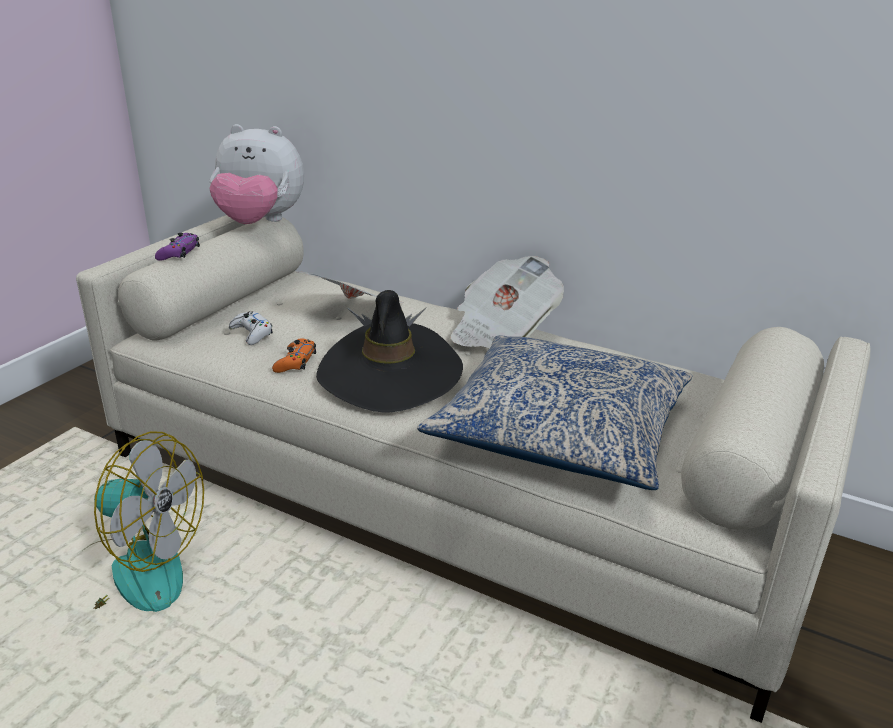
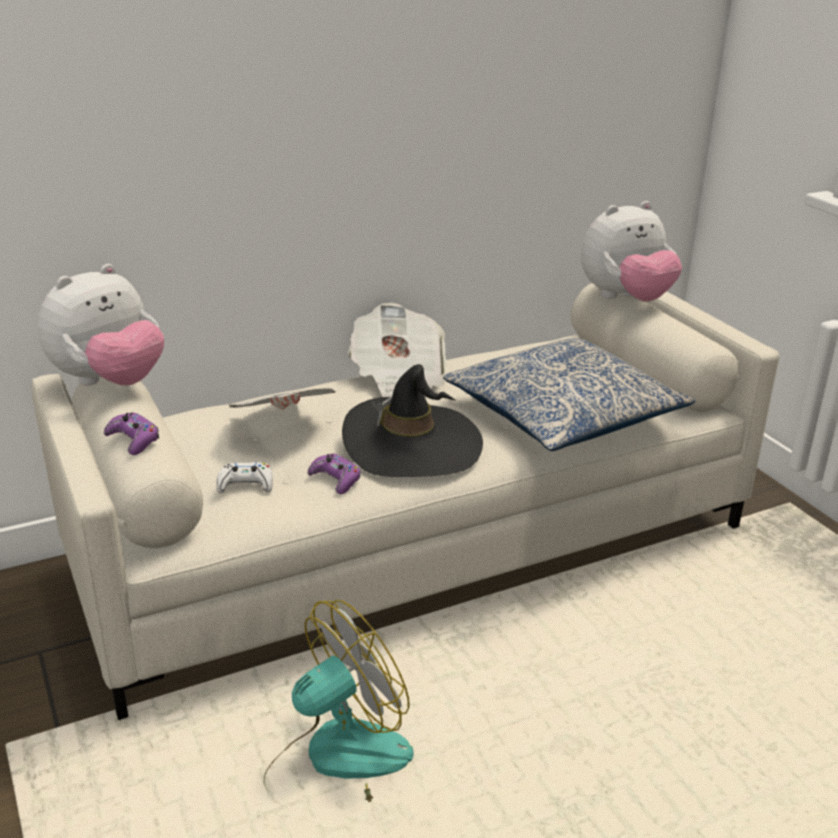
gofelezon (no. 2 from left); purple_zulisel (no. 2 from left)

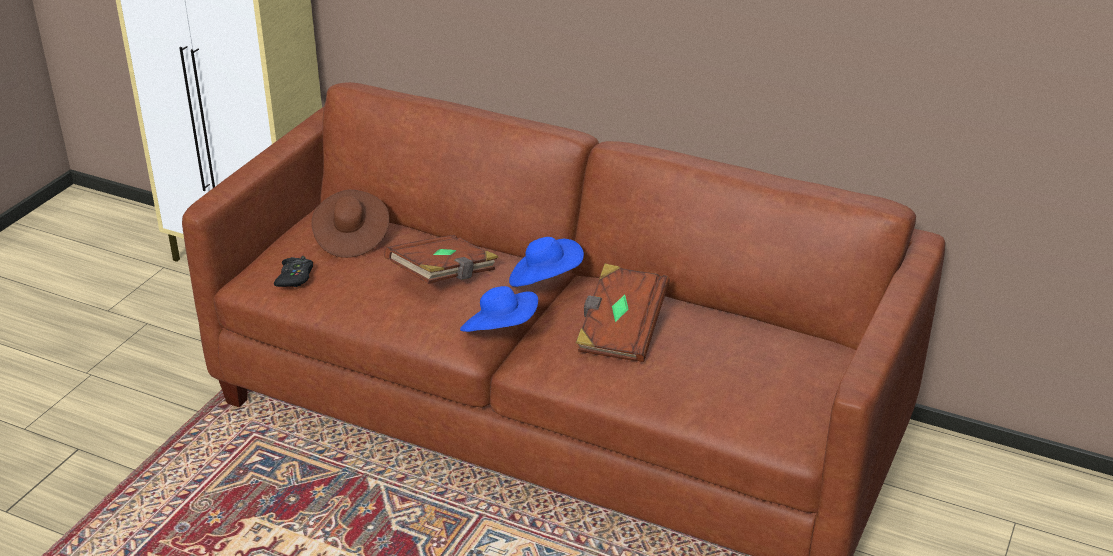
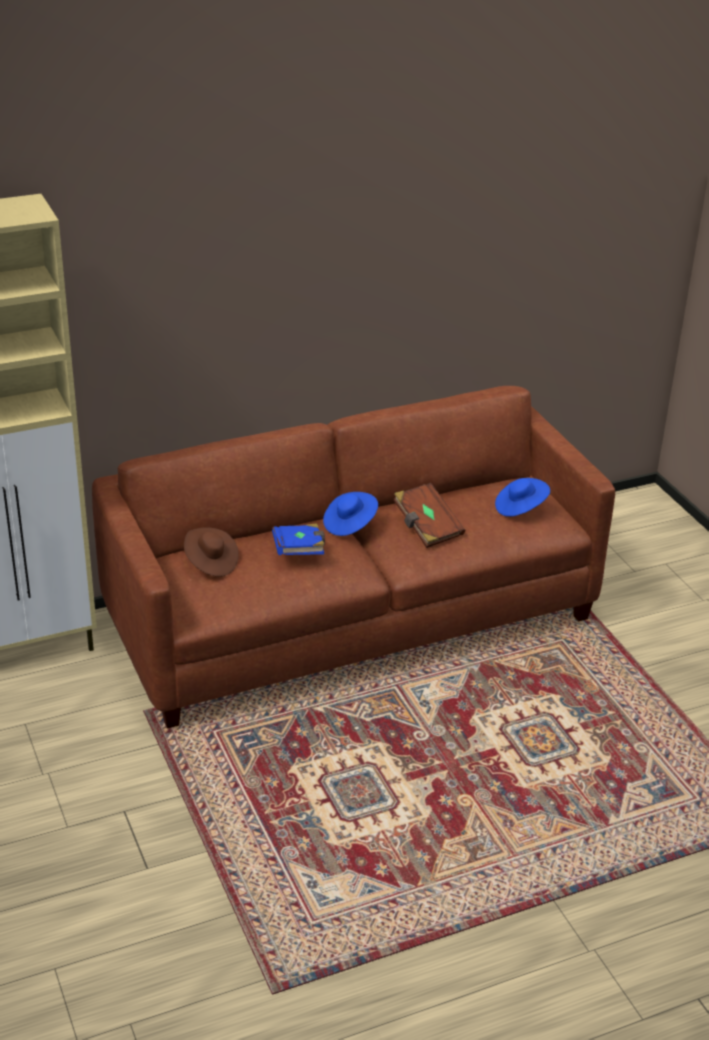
black_zulisel; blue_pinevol (no. 2 from left); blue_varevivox

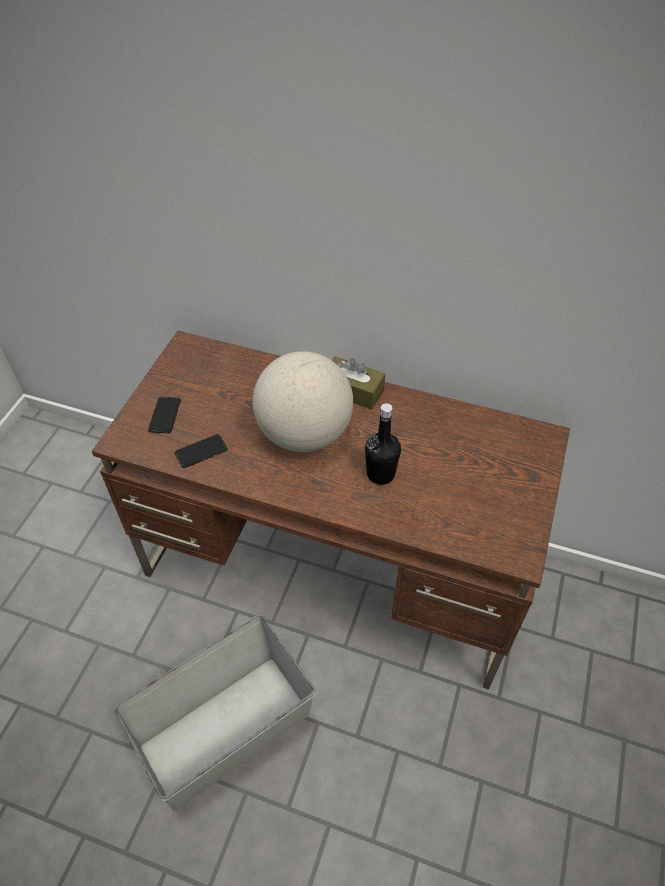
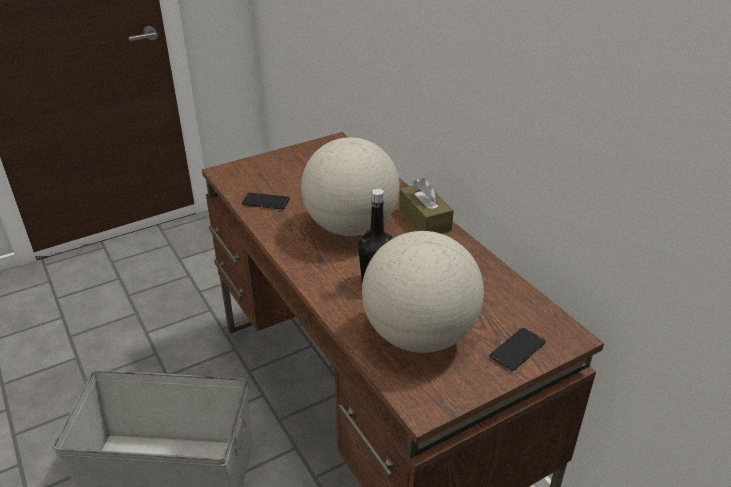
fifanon (no. 2 from left); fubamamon (no. 2 from left)

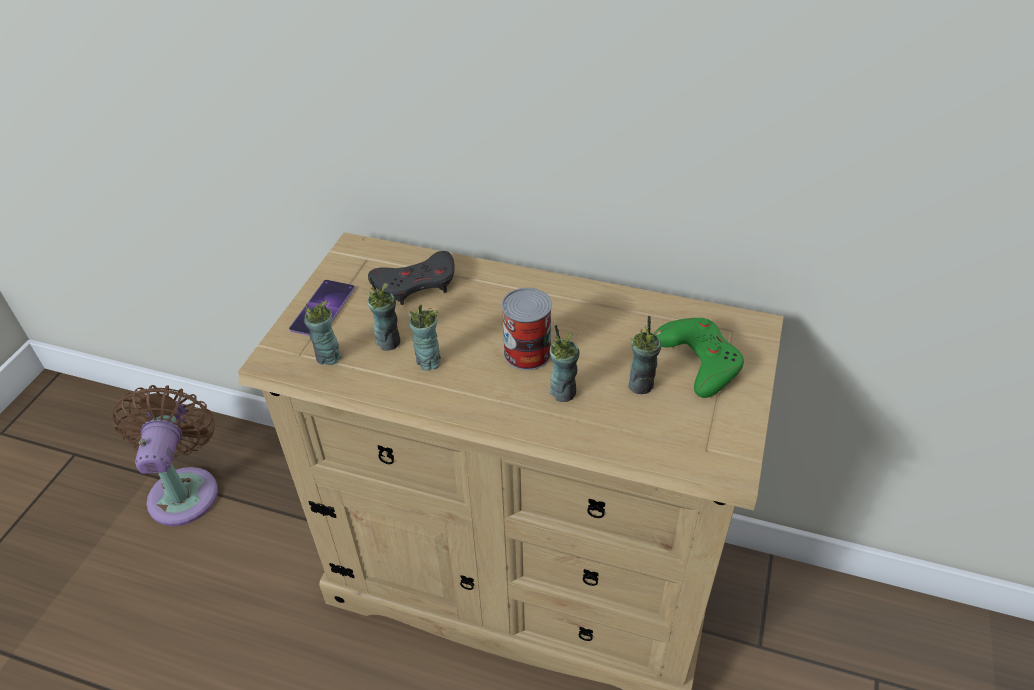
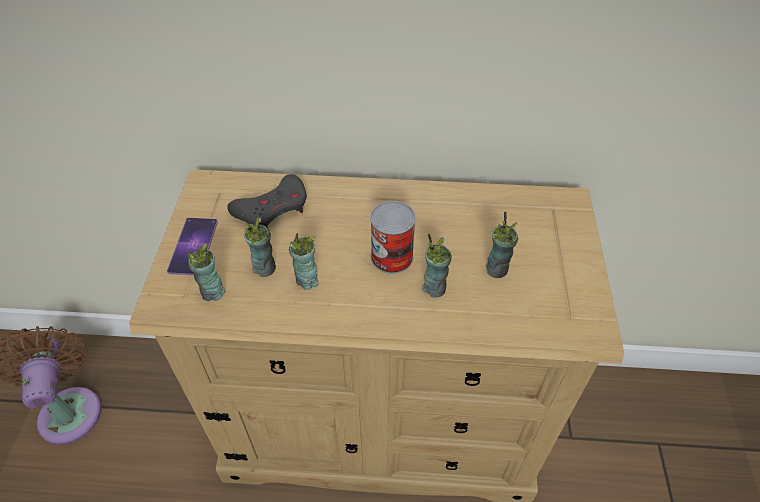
green_zulisel

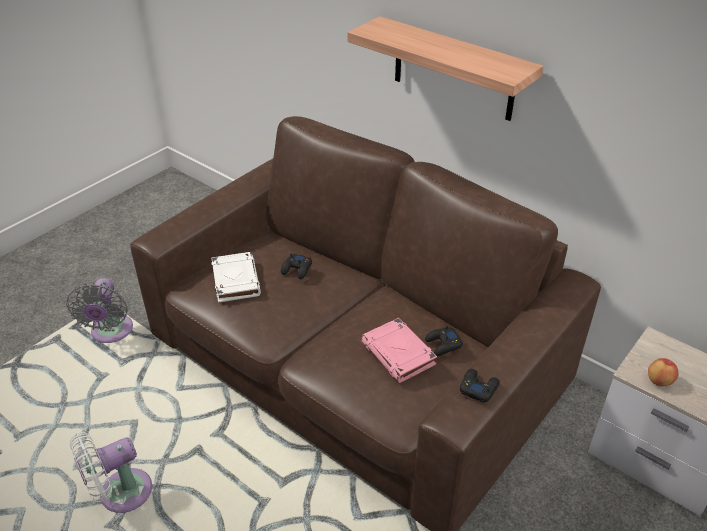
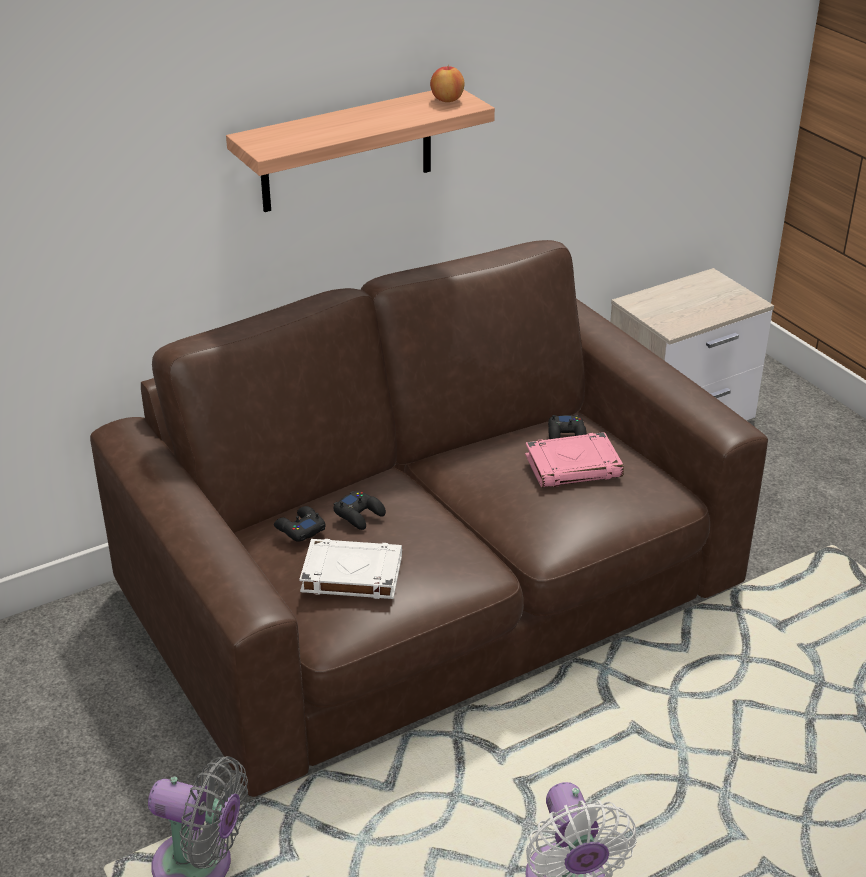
black_zulisel (no. 1 from left); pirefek

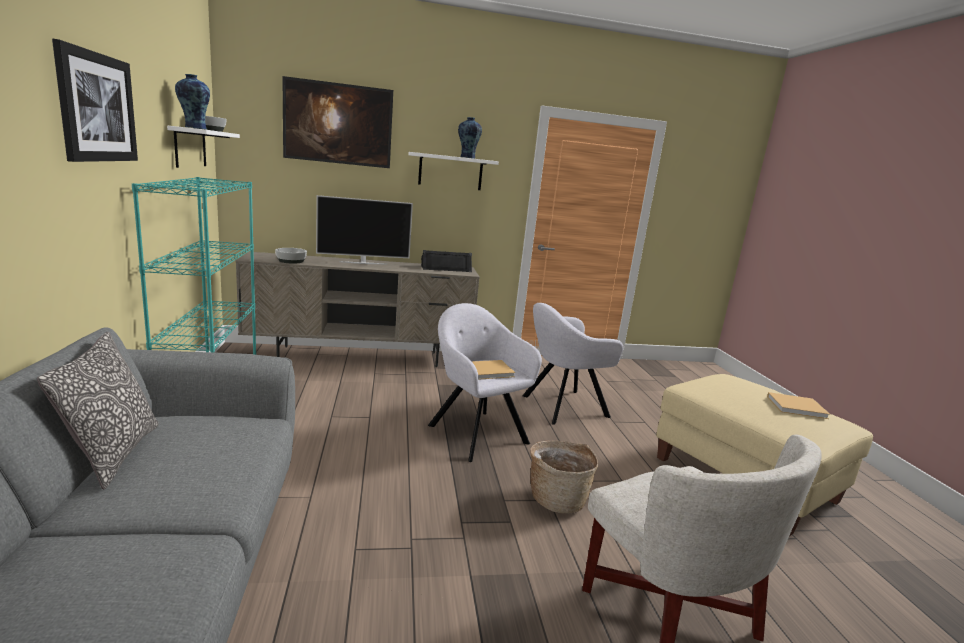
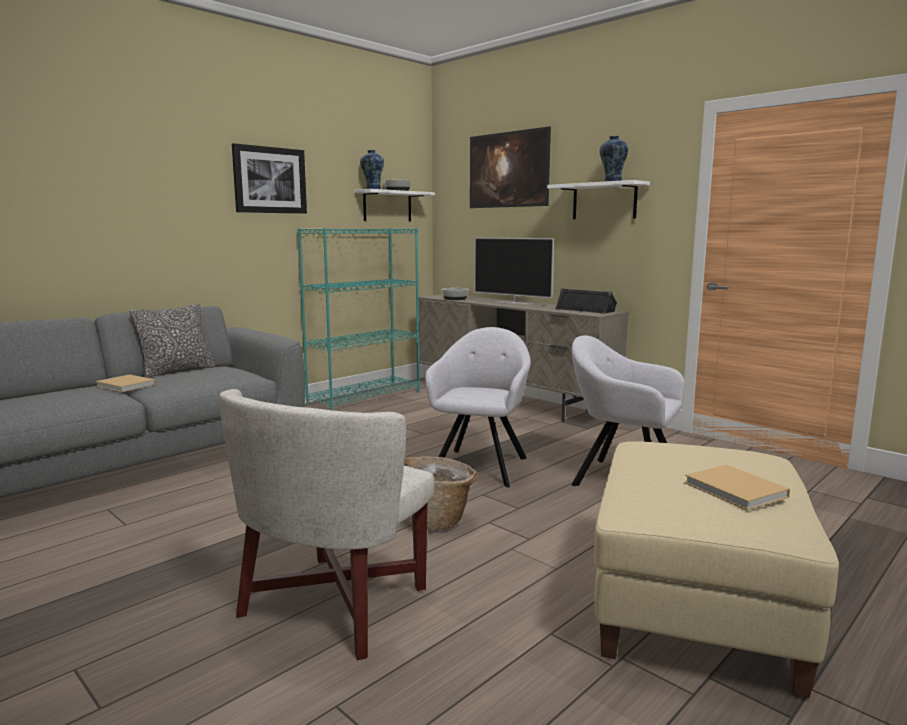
beige_varevivox (no. 1 from left)

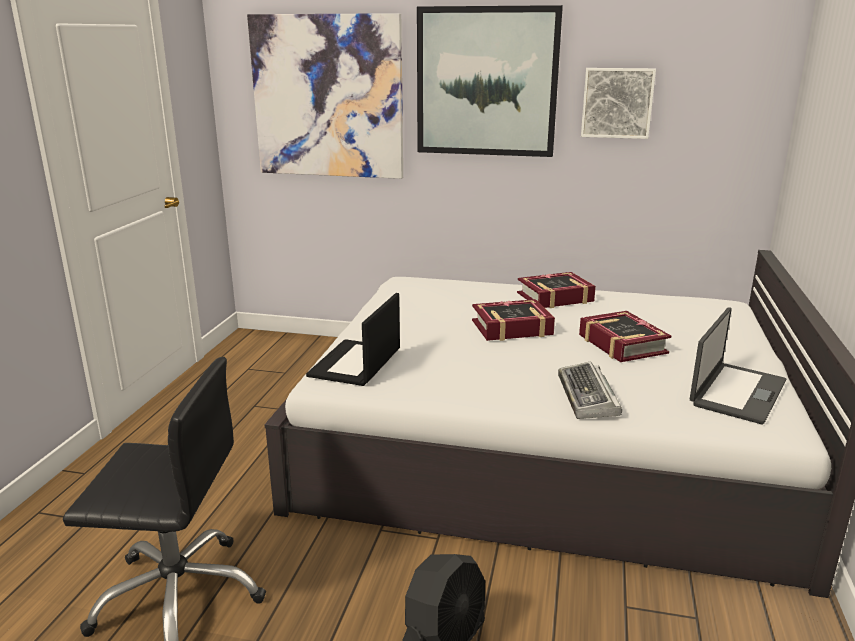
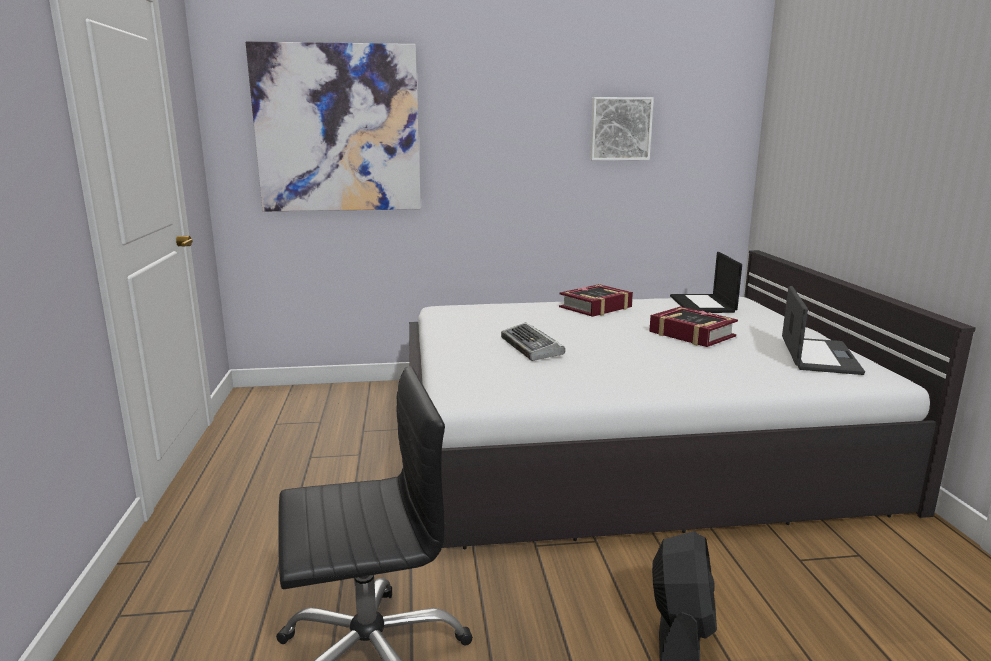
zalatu (no. 2 from left in the first image); varevivox (no. 1 from left in the first image); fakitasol (no. 1 from left); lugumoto

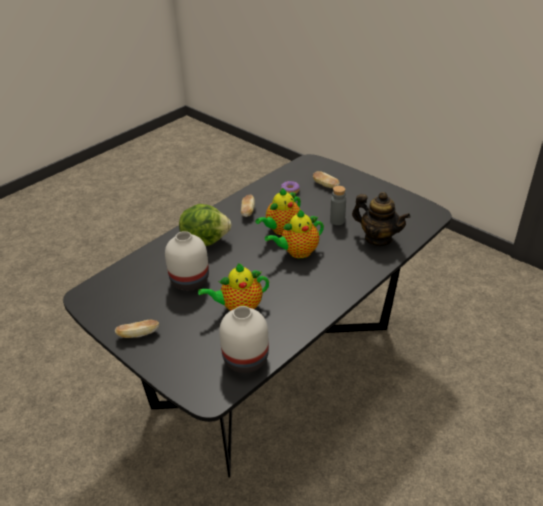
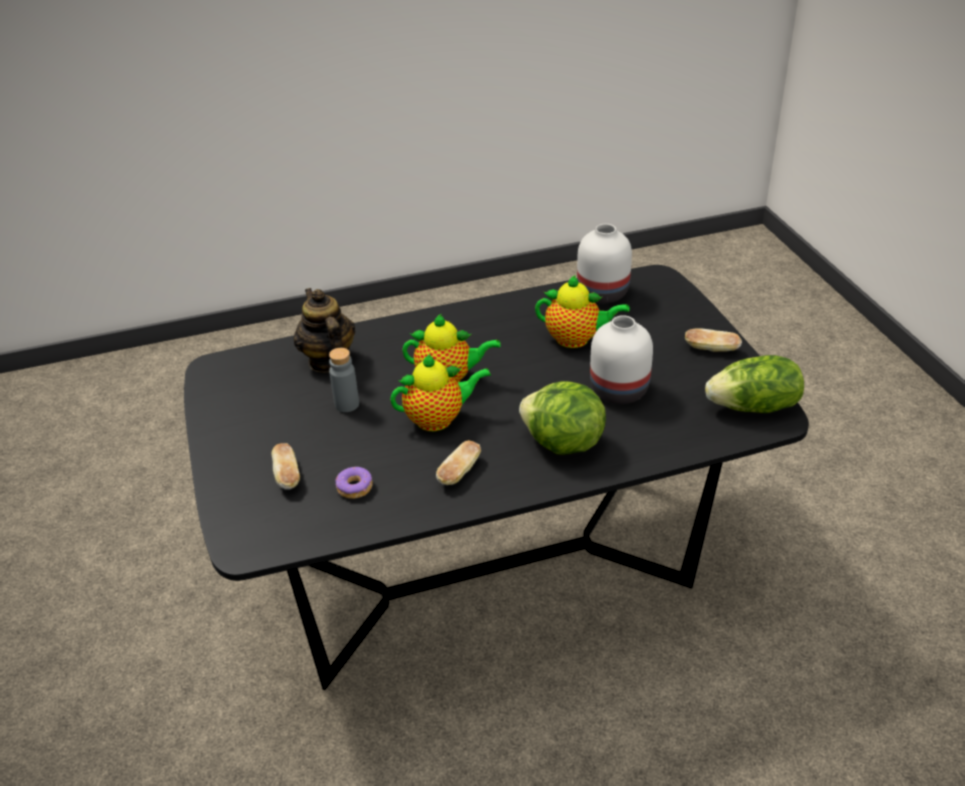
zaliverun (no. 2 from left)

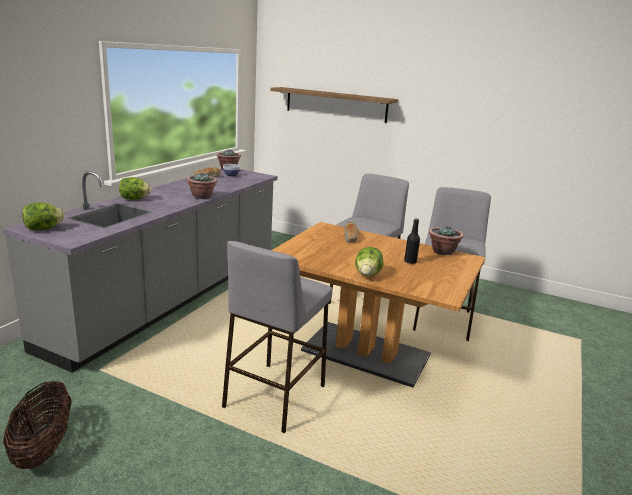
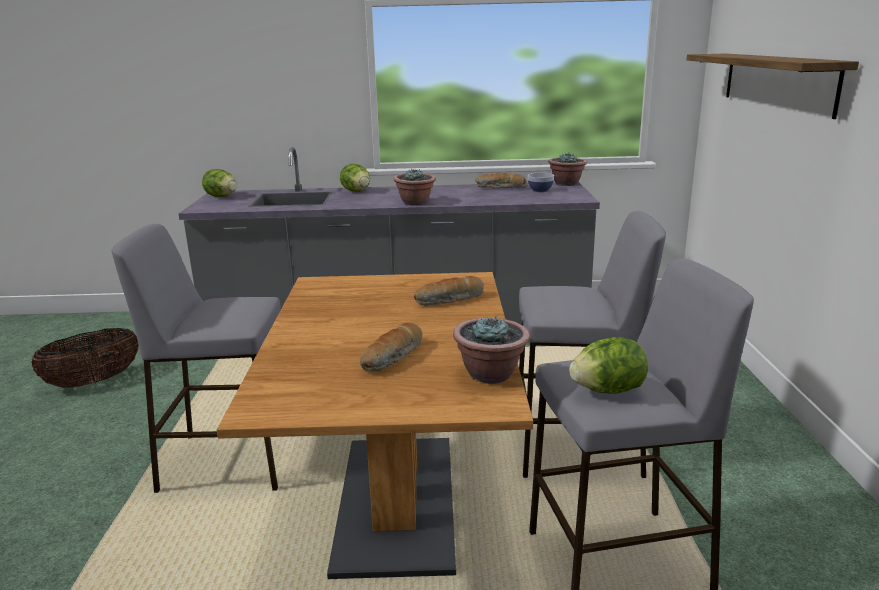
zaliverun (no. 3 from left); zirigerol (no. 1 from left)

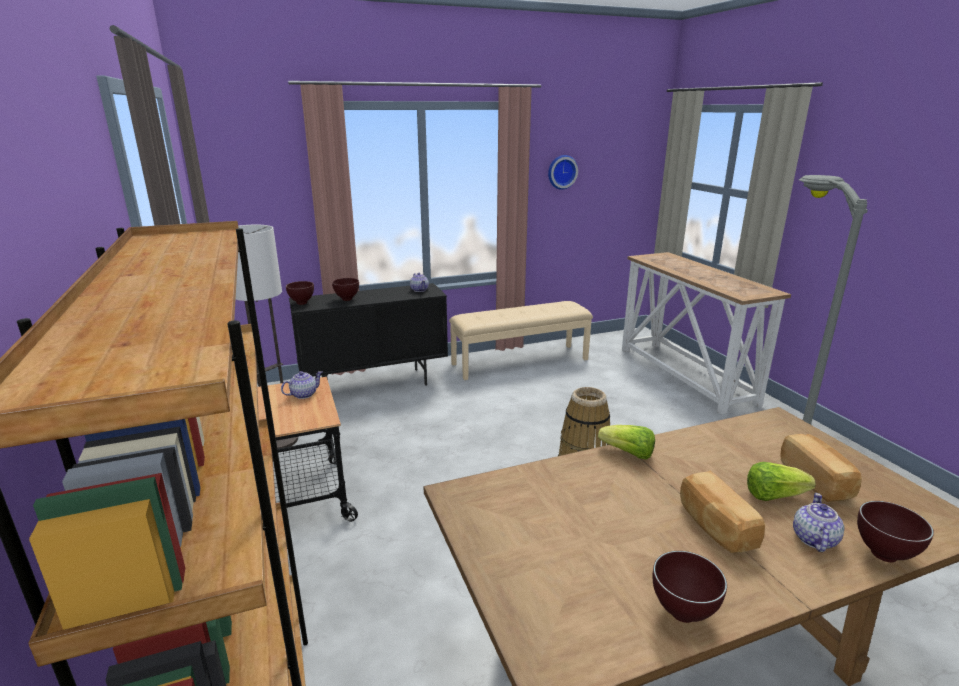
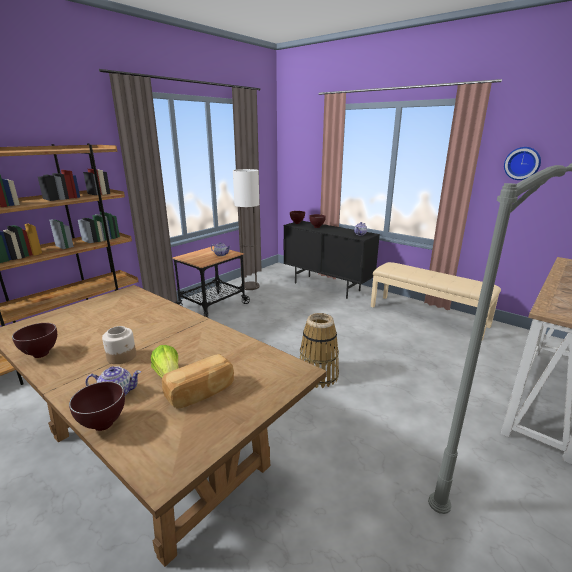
zaliverun (no. 1 from left in the first image); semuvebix

